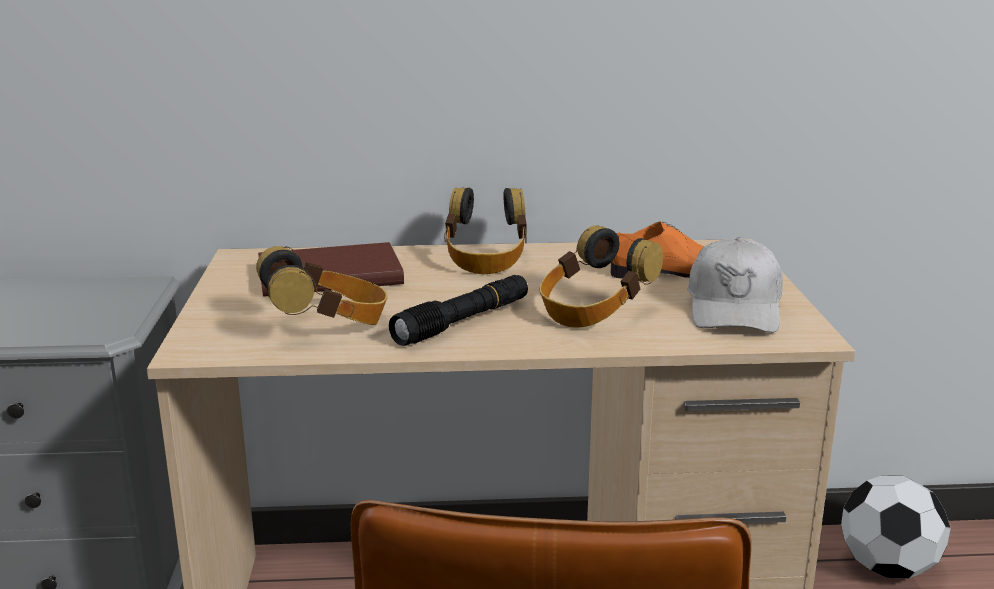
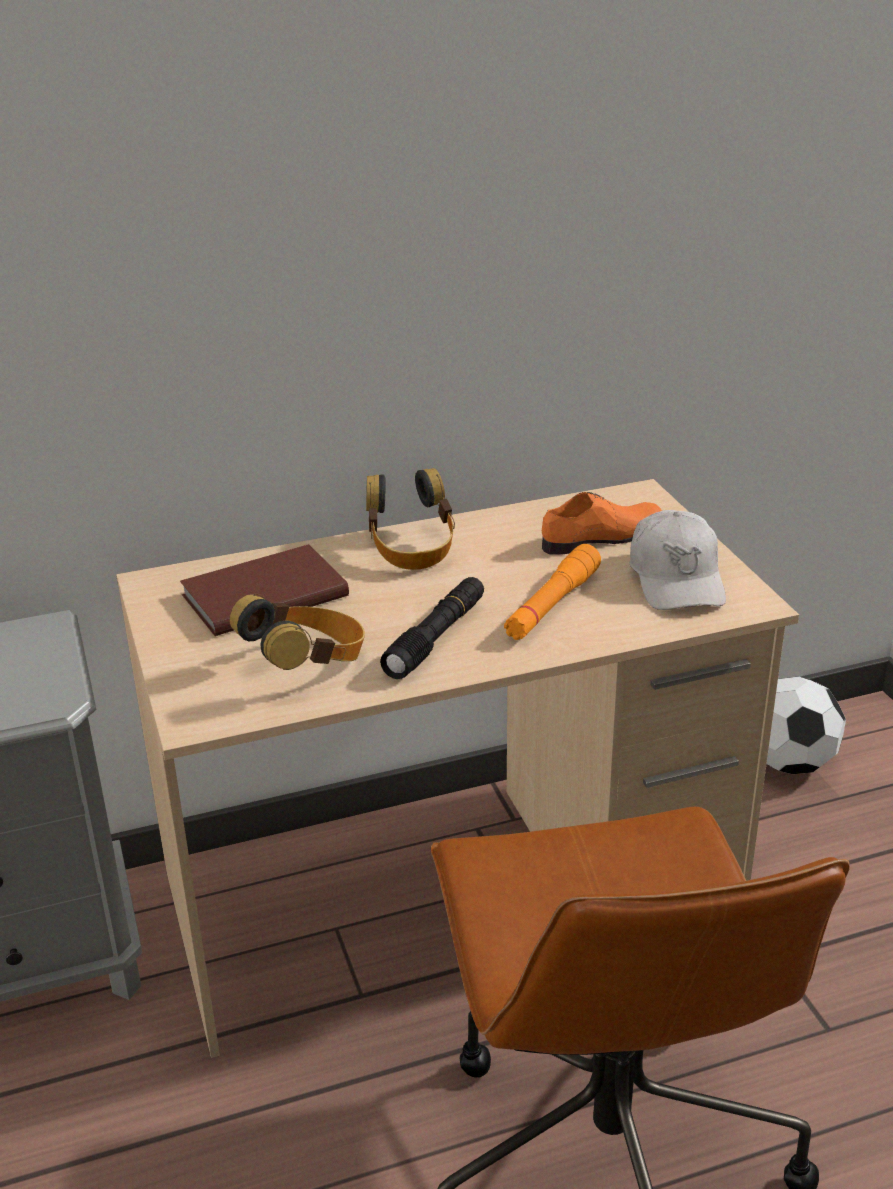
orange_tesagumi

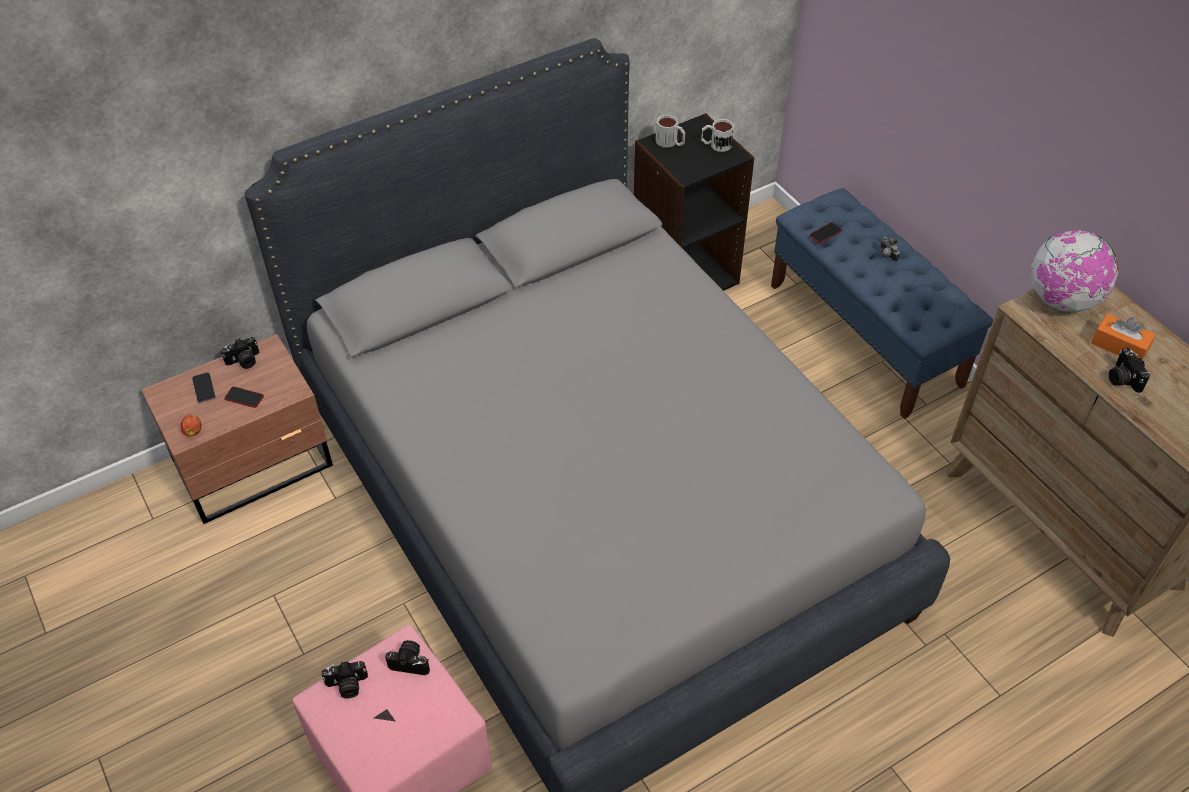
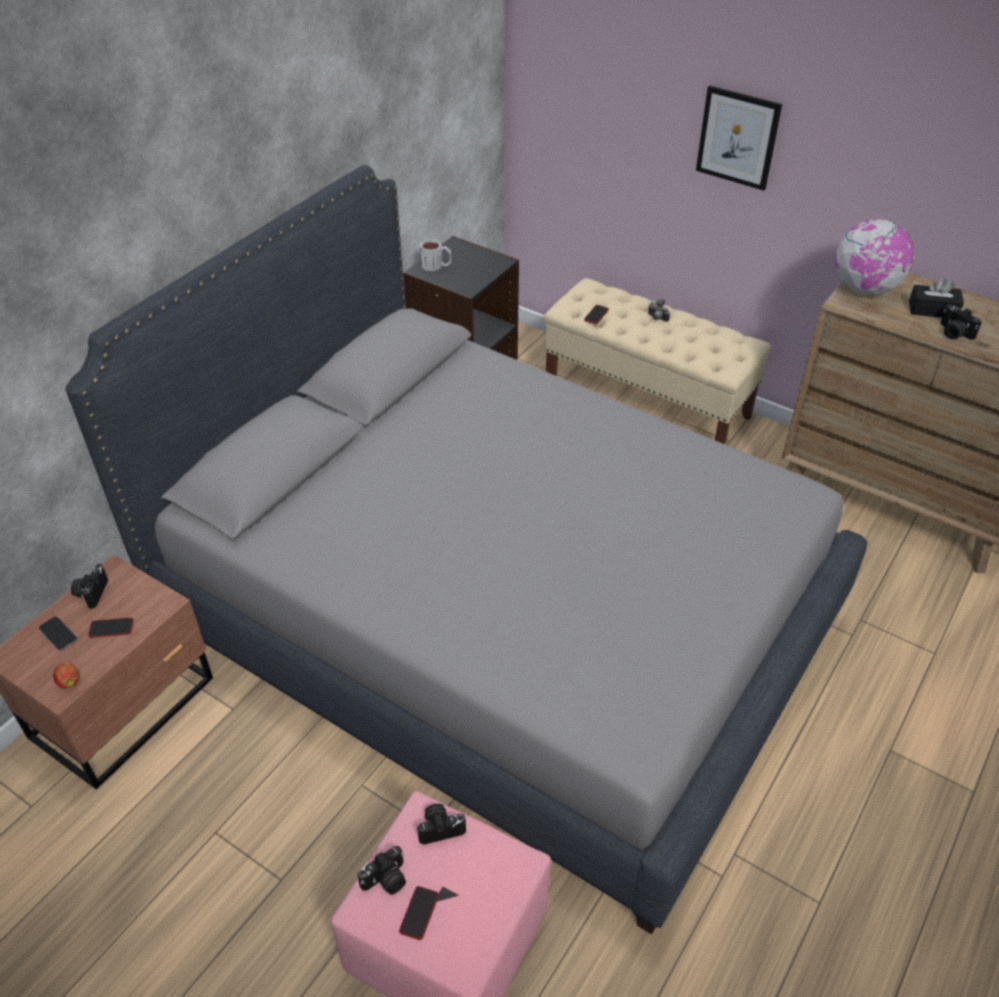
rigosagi (no. 2 from left in the first image); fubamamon (no. 3 from left); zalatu; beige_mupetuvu; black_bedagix; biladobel (no. 1 from left)

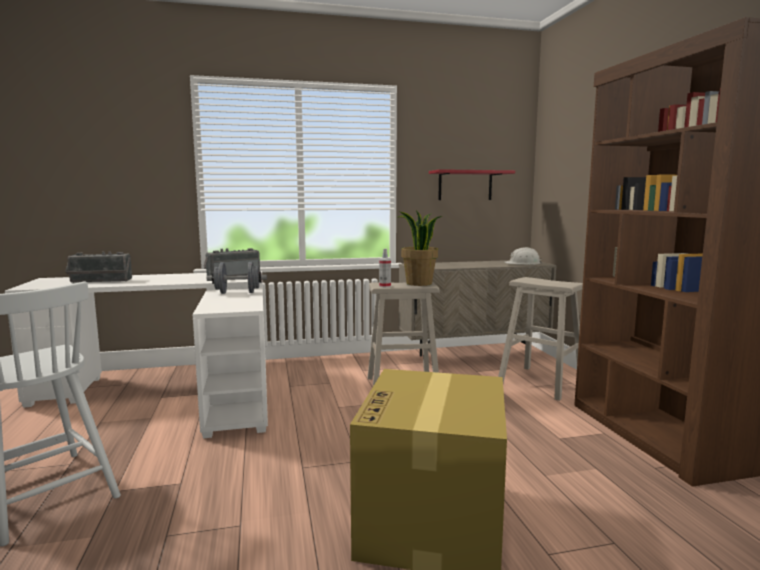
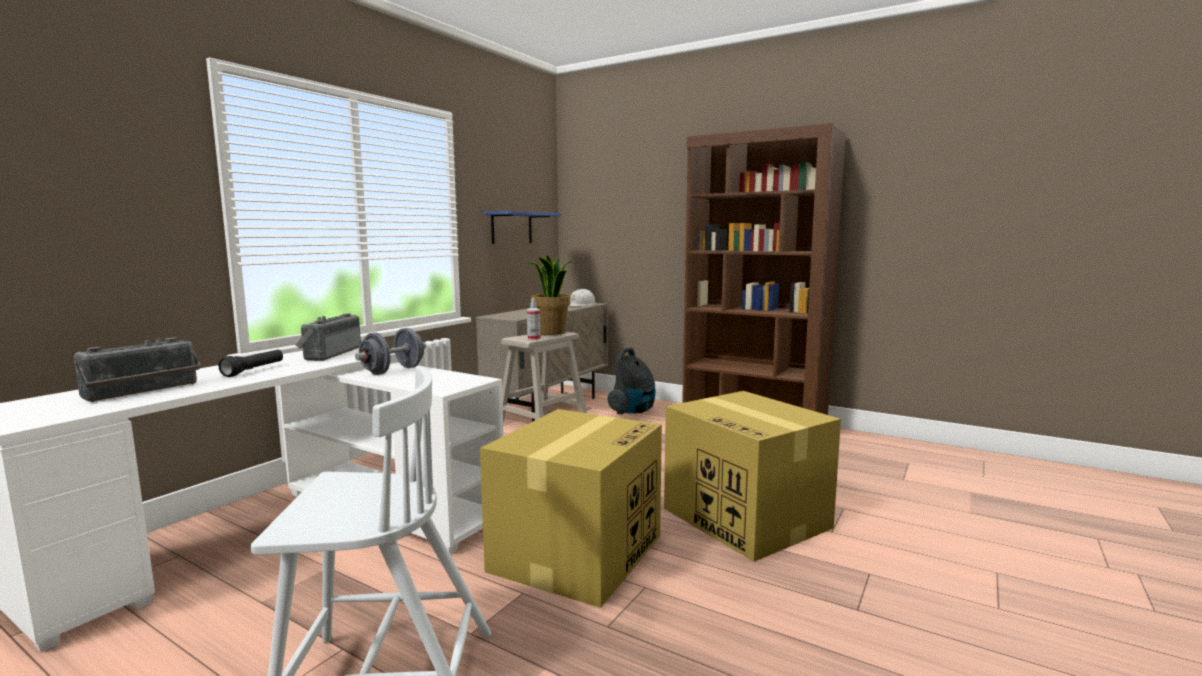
black_tesagumi; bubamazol (no. 1 from left); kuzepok; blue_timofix

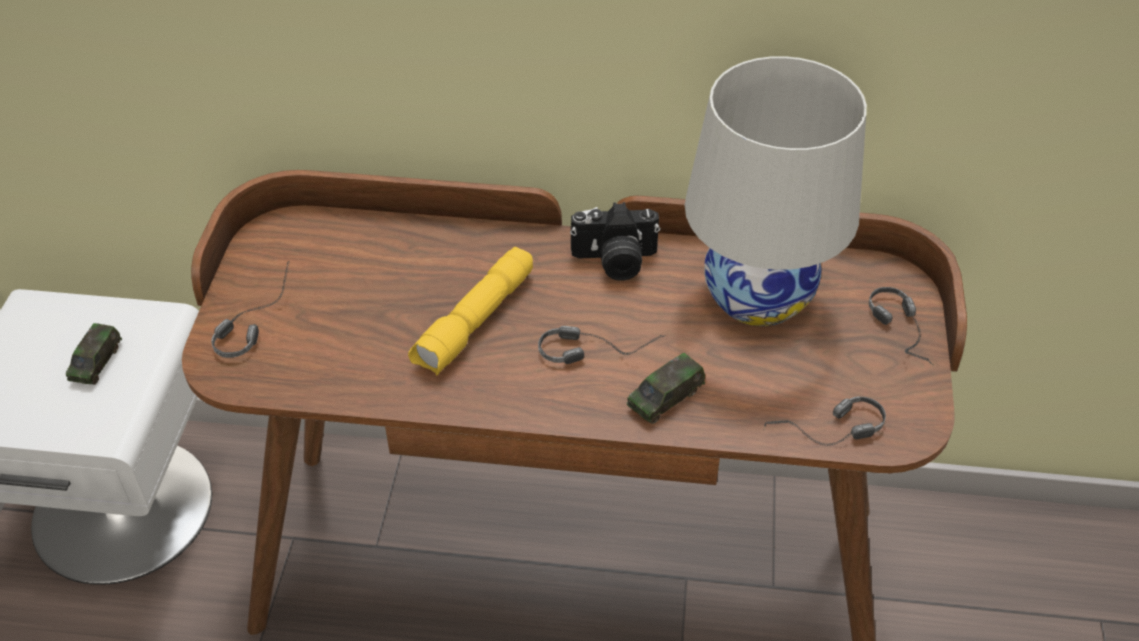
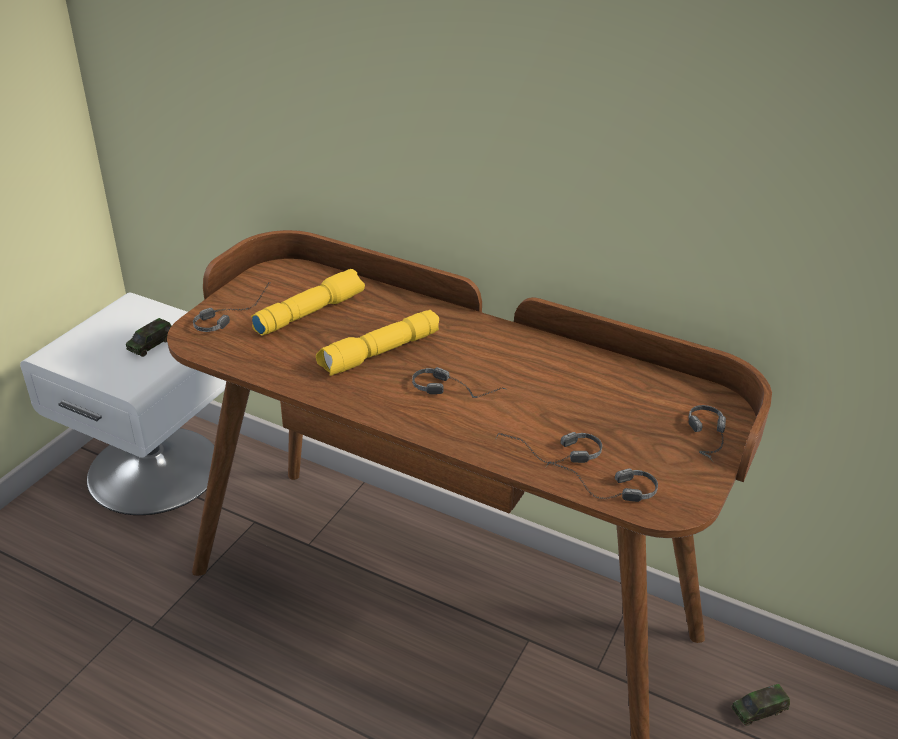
biladobel; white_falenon; yellow_tesagumi (no. 1 from left); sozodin (no. 3 from left); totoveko (no. 2 from left)

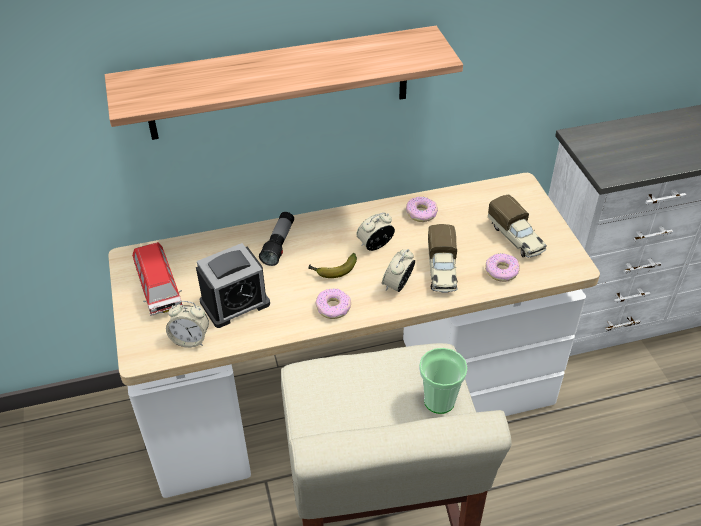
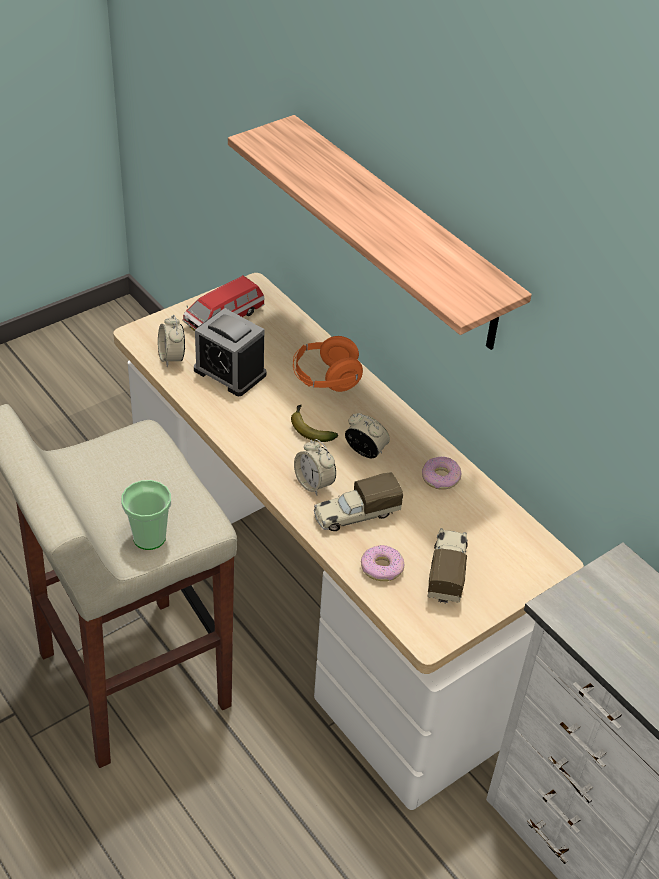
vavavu (no. 1 from left in the first image); orange_sozodin; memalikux (no. 3 from left); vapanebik (no. 2 from left)

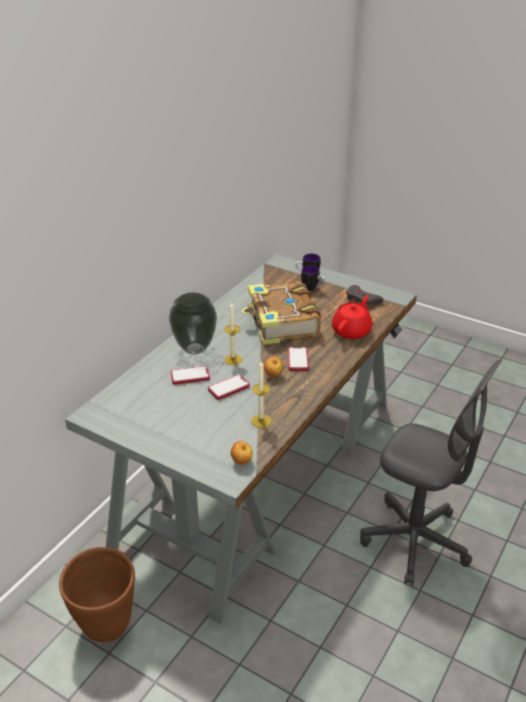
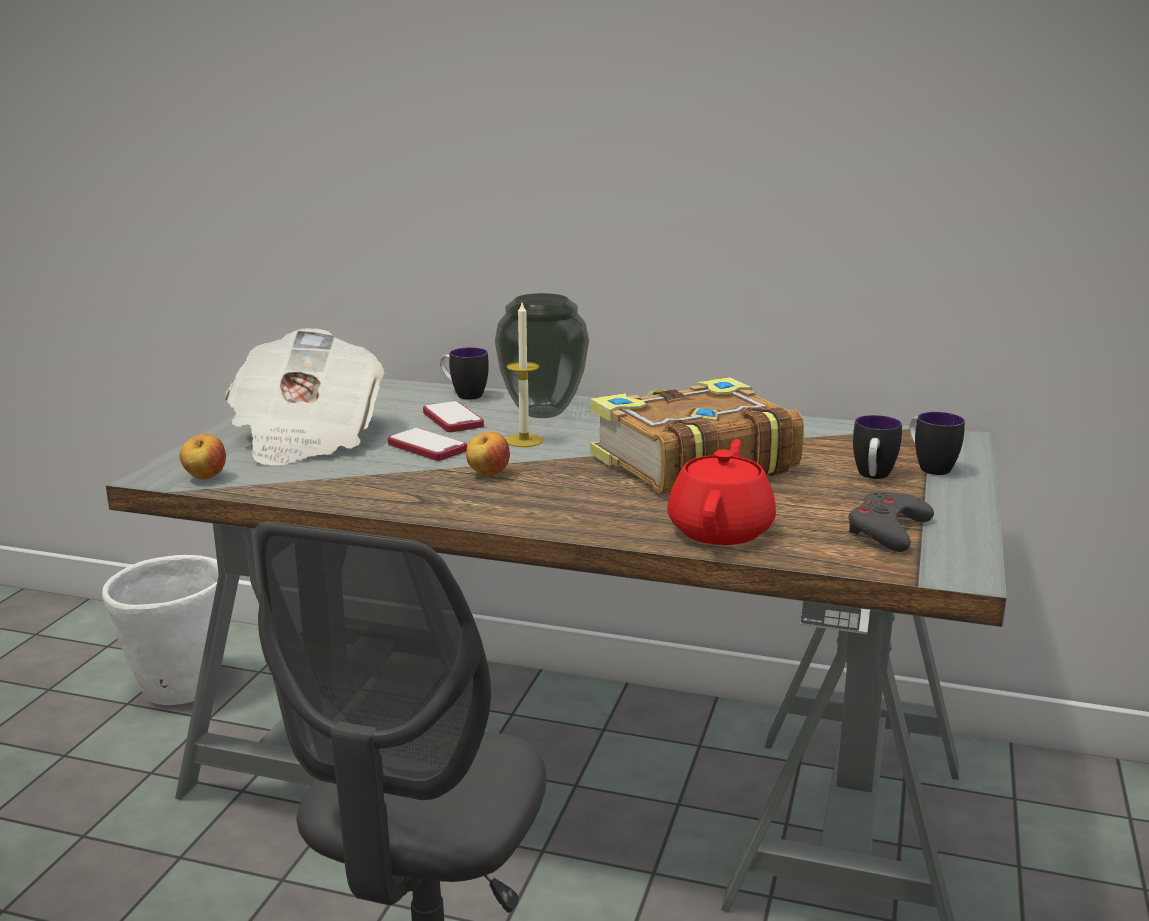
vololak (no. 2 from left in the first image); fubamamon (no. 3 from left in the first image); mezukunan; rigosagi (no. 1 from left); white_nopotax; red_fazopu

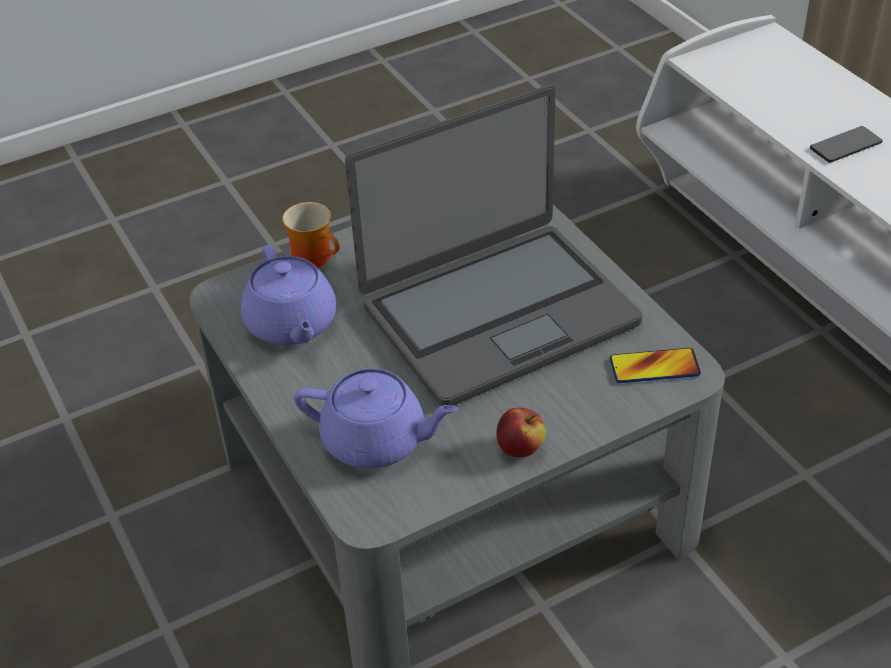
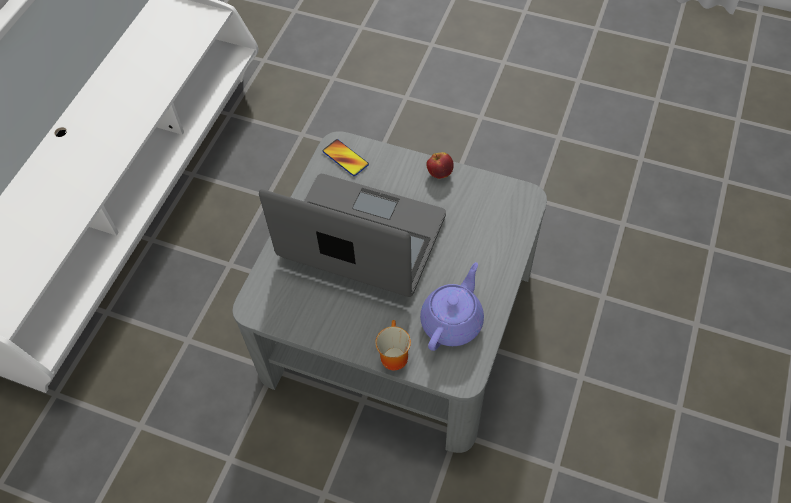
purple_fazopu (no. 2 from left in the first image); fubamamon (no. 2 from left in the first image)

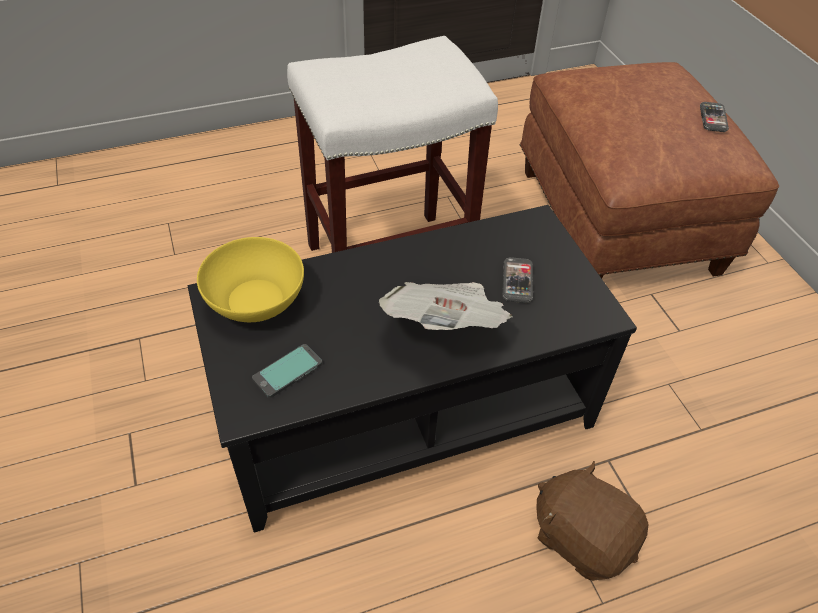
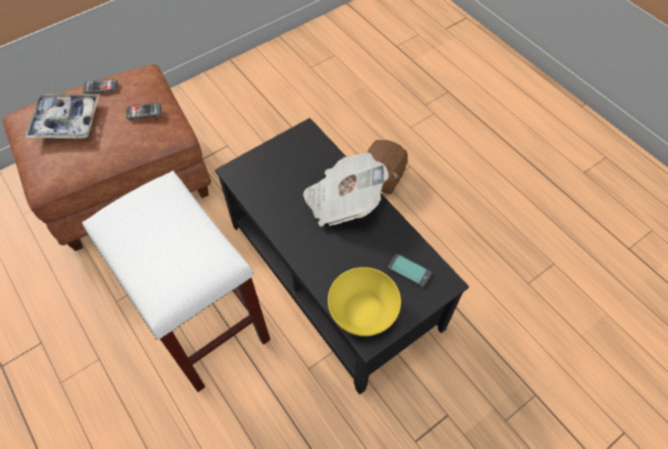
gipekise; fubamamon (no. 2 from left)

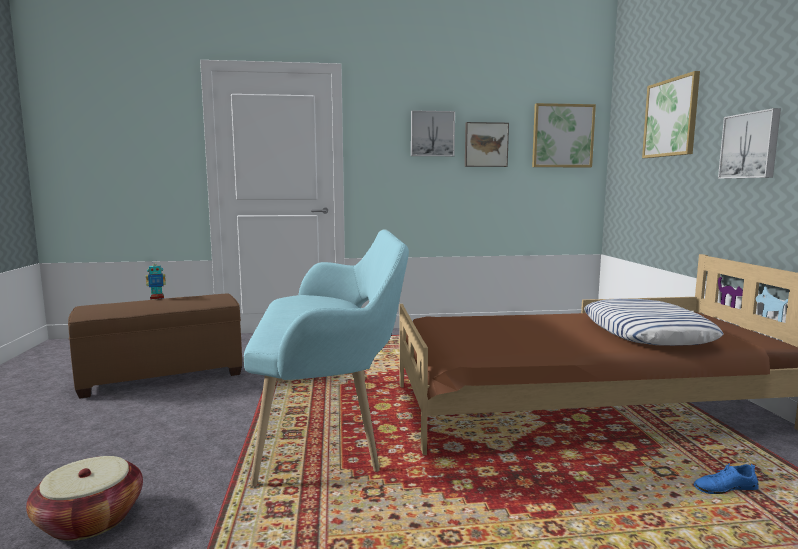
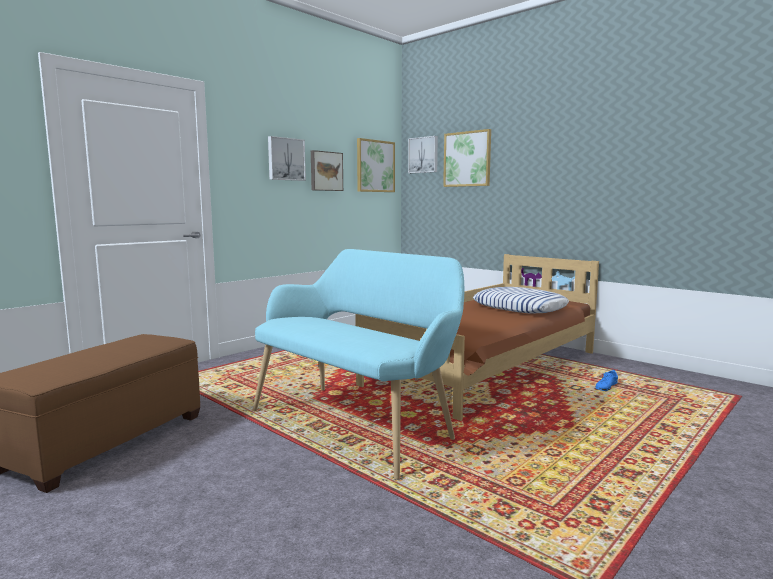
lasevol; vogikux; zalatu (no. 4 from left)

